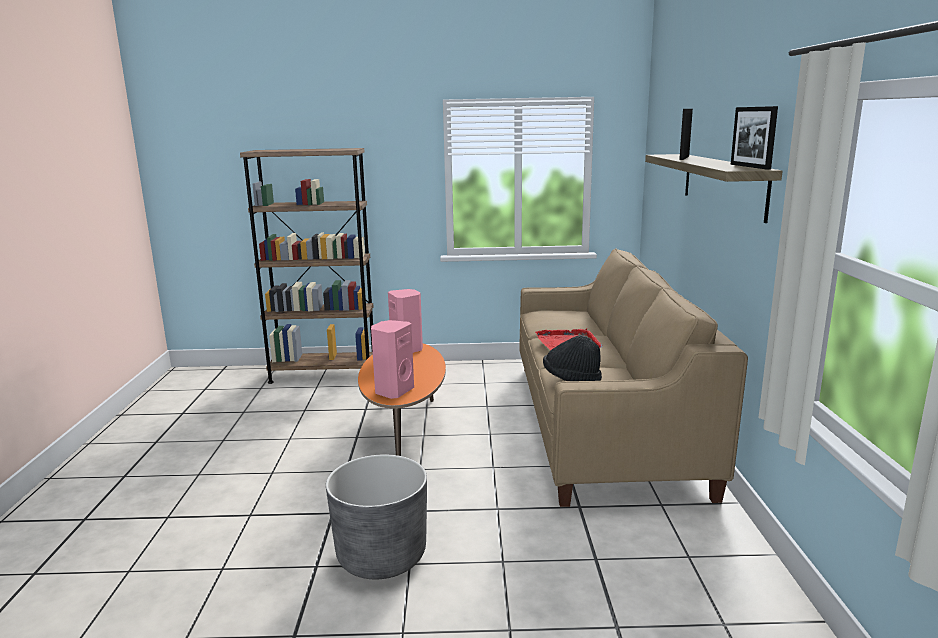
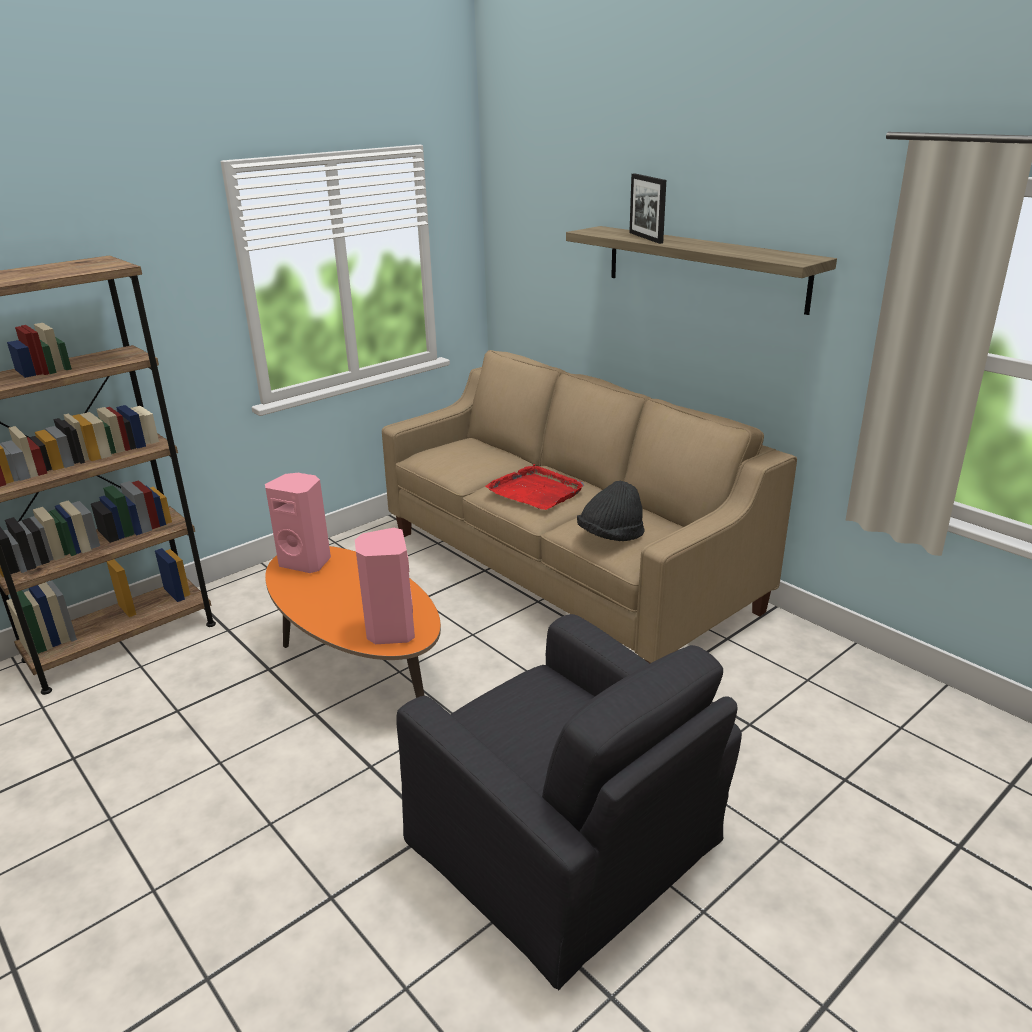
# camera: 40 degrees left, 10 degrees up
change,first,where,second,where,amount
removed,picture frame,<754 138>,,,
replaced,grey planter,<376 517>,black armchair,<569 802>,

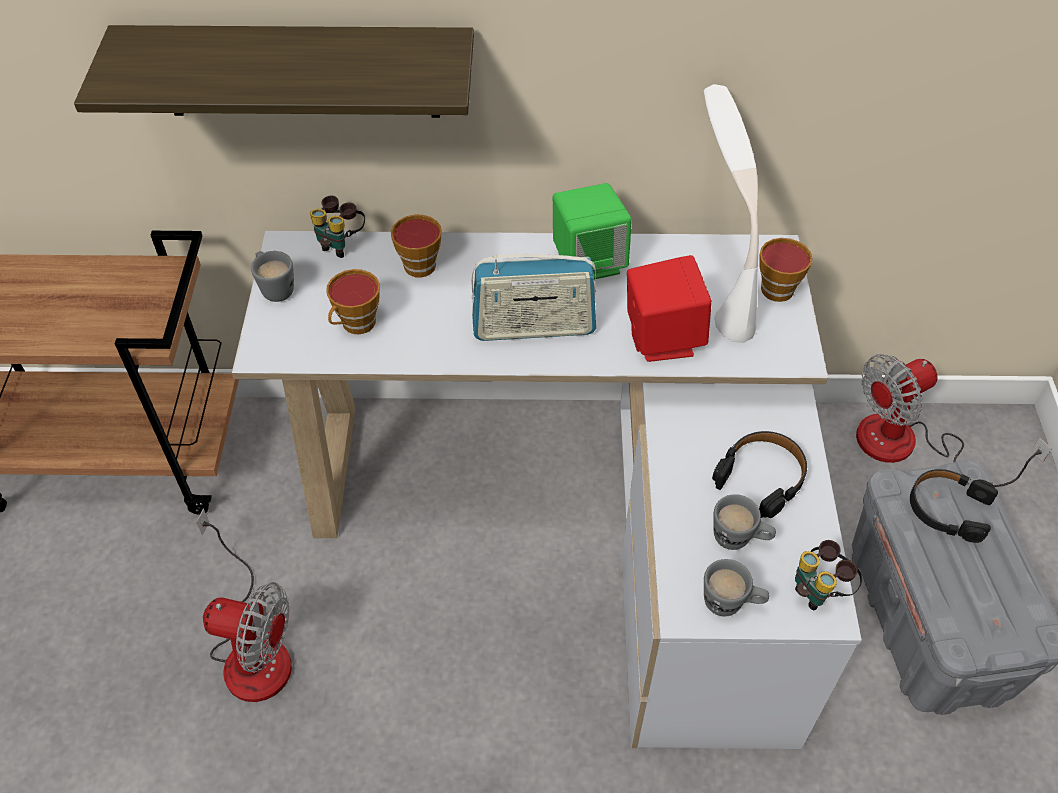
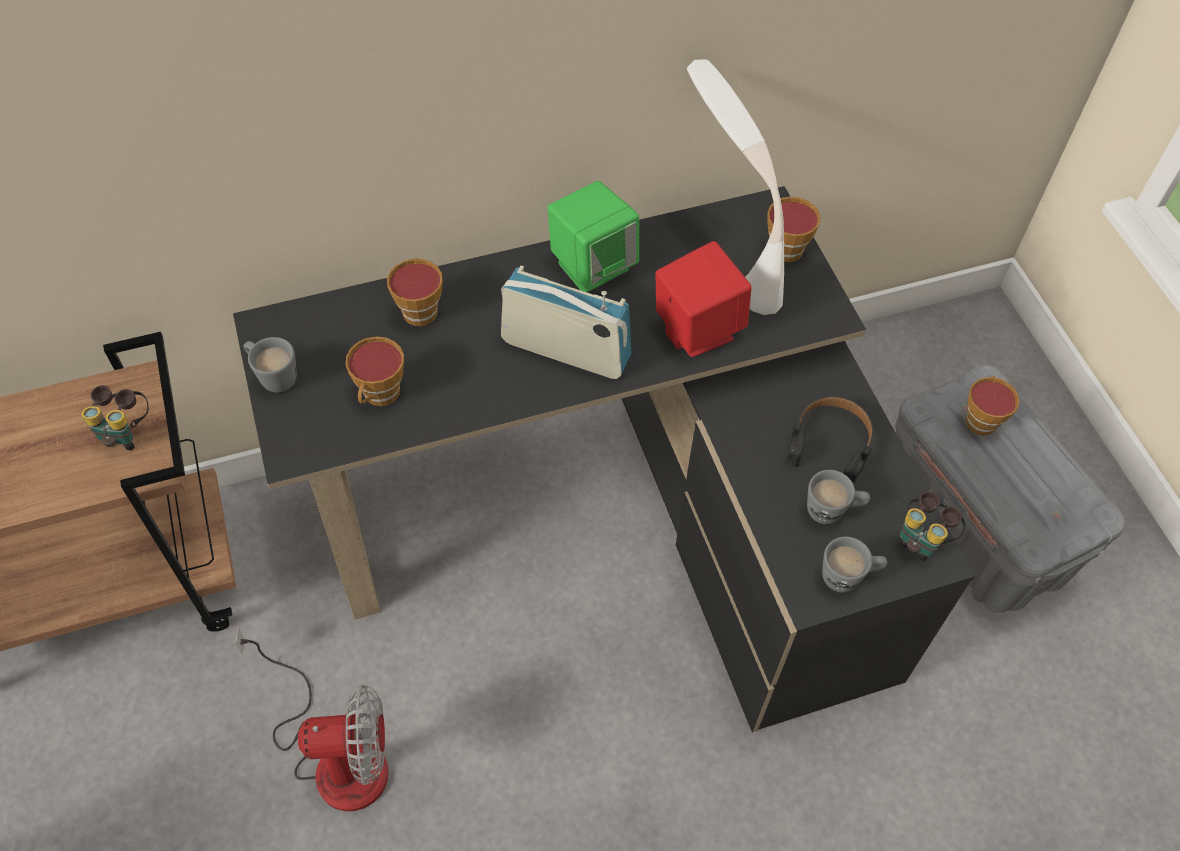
# camera: 20 degrees left, 5 degrees up
change,first,where,second,where,amount
removed,shelf,<274 71>,,,
moved,binoculars,<337 227>,,<115 417>,
recoloured,white desk,<547 490>,black desk,<604 459>,
turned,radio,<533 297>,,<566 322>,135 degrees counterclockwise
removed,fan,<954 420>,,,
replaced,black headphones,<954 506>,cup,<992 405>,

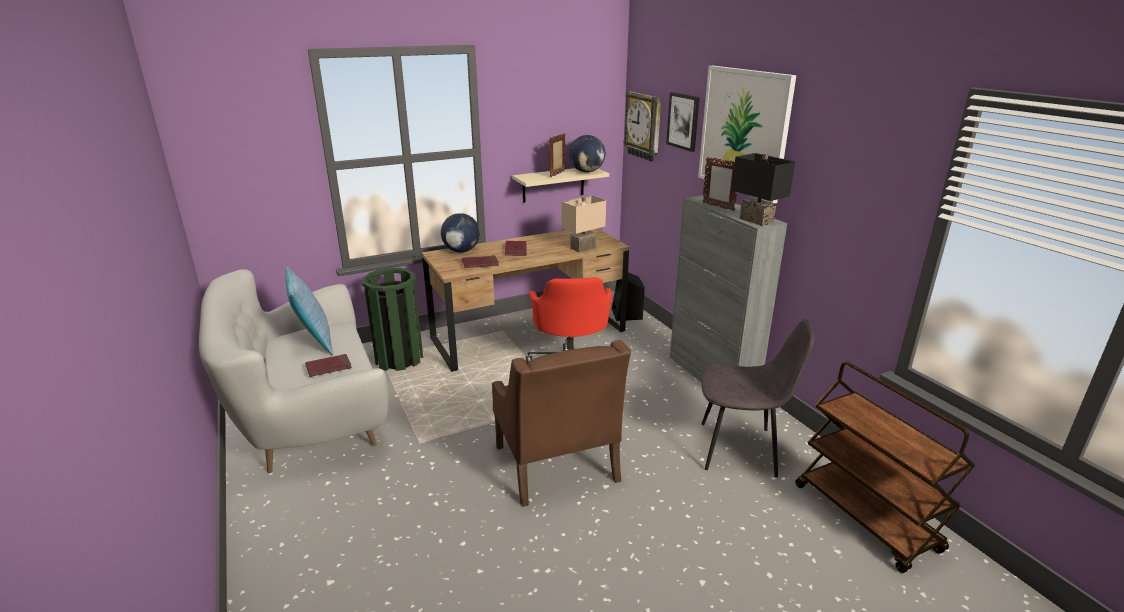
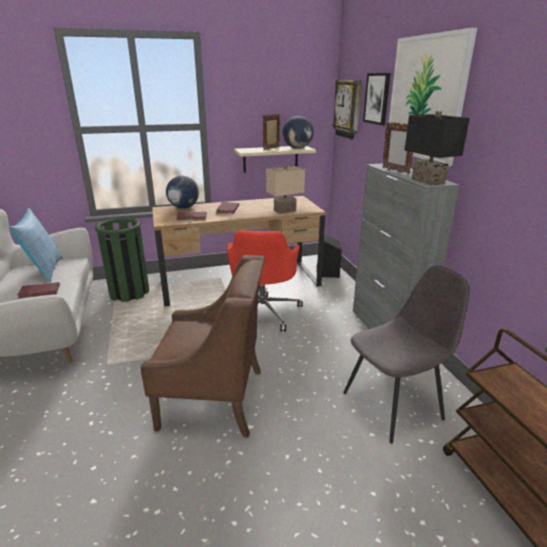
# camera: 10 degrees right, 0 degrees up
change,first,where,second,where,amount
turned,grey chair,<757 398>,,<406 354>,45 degrees counterclockwise
turned,brown armchair,<561 423>,,<203 346>,75 degrees counterclockwise

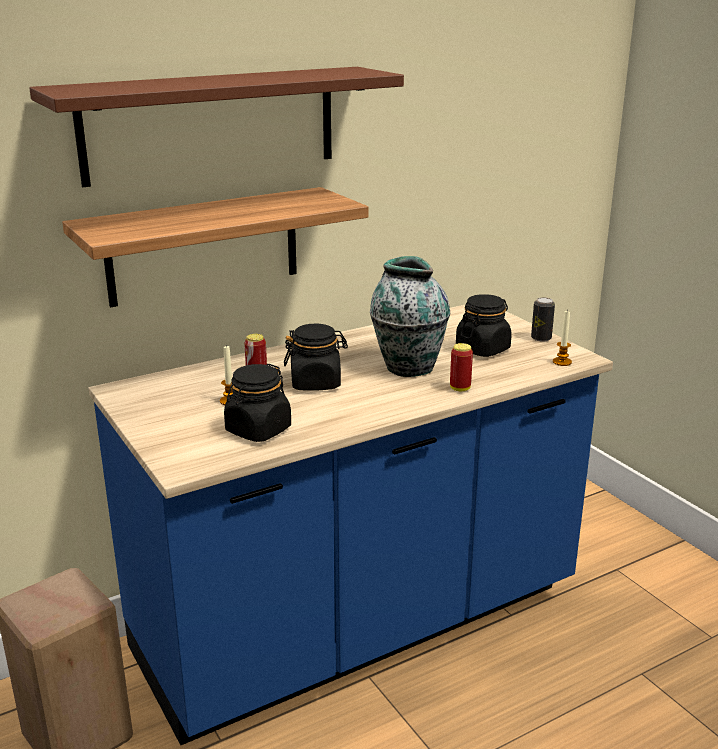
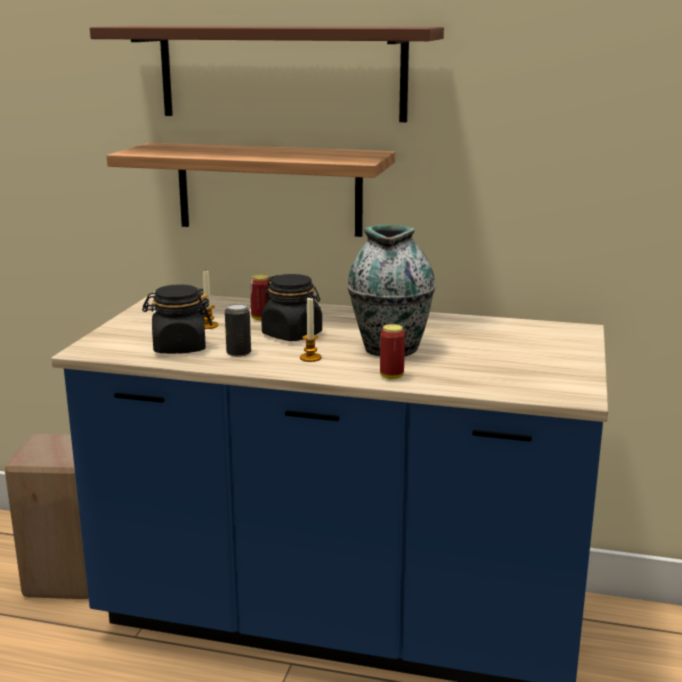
# camera: 45 degrees right, 5 degrees down
change,first,where,second,where,amount
removed,black jar,<484 325>,,,
moved,can,<543 319>,,<238 330>,
moved,candle,<562 338>,,<310 330>,

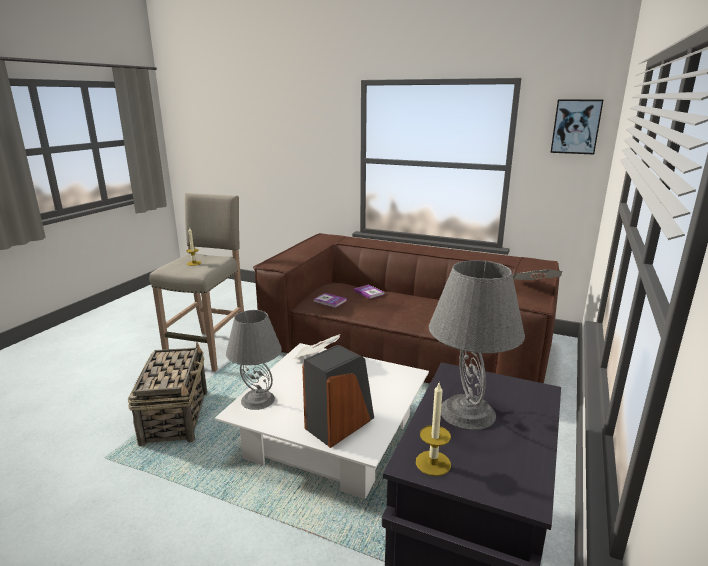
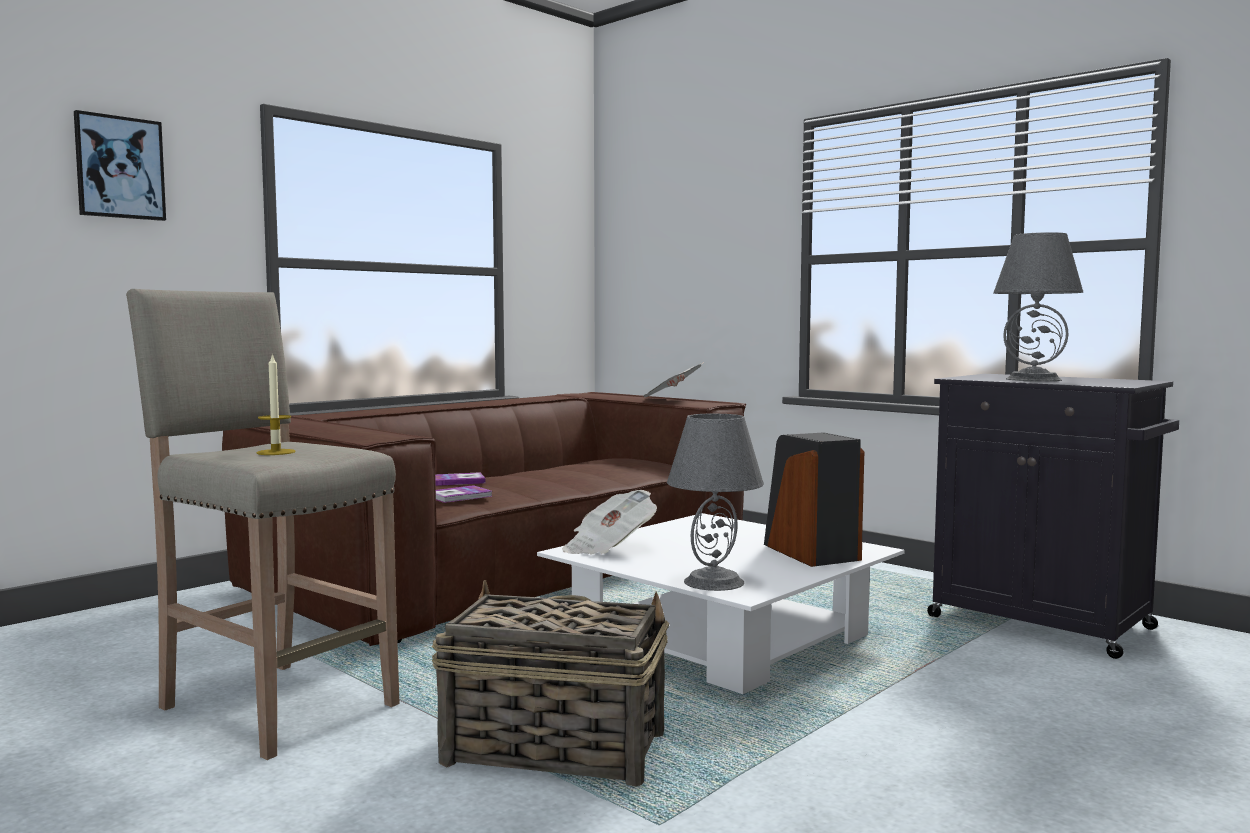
# camera: 70 degrees left, 15 degrees down
change,first,where,second,where,amount
moved,picture,<576 127>,,<120 165>,
removed,candle,<433 428>,,,

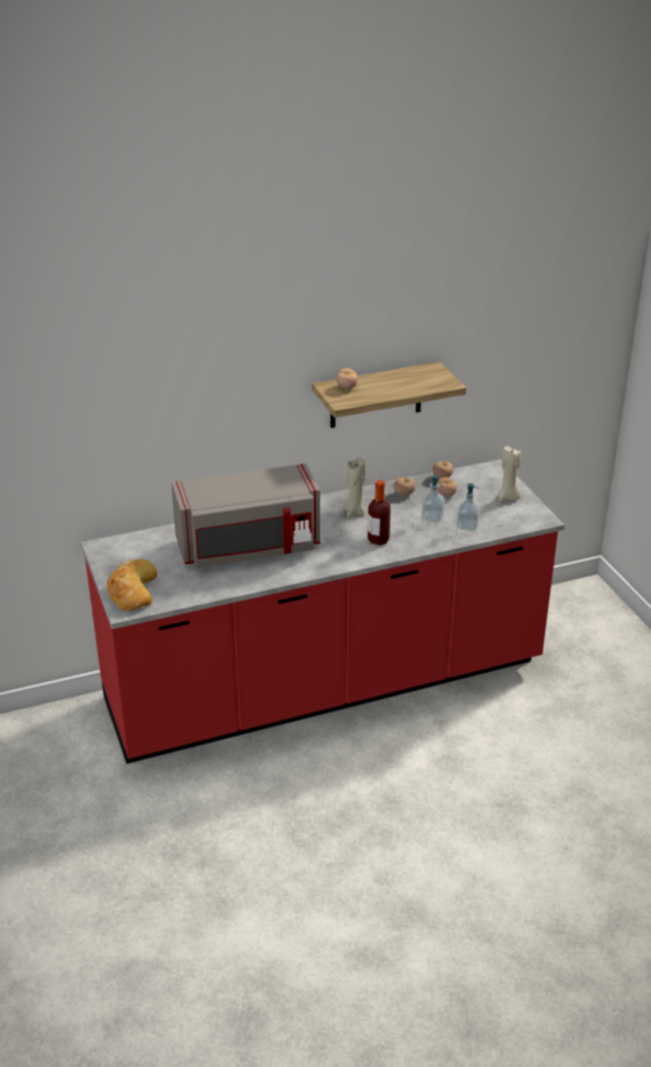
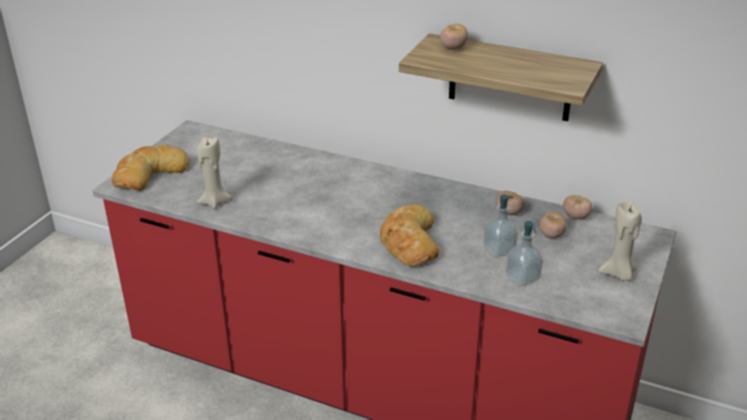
# camera: 45 degrees right, 0 degrees up
change,first,where,second,where,amount
moved,beige candle,<354 487>,,<215 173>,
removed,grey microwave,<245 515>,,,
replaced,bottle,<379 512>,bread,<409 235>,

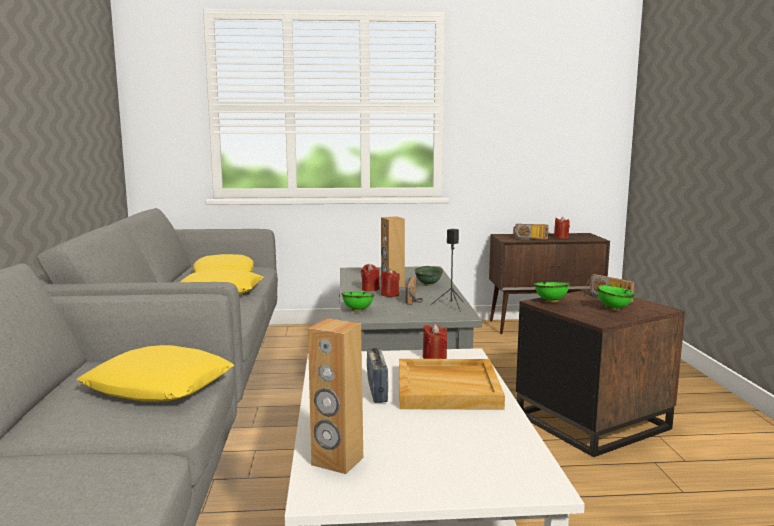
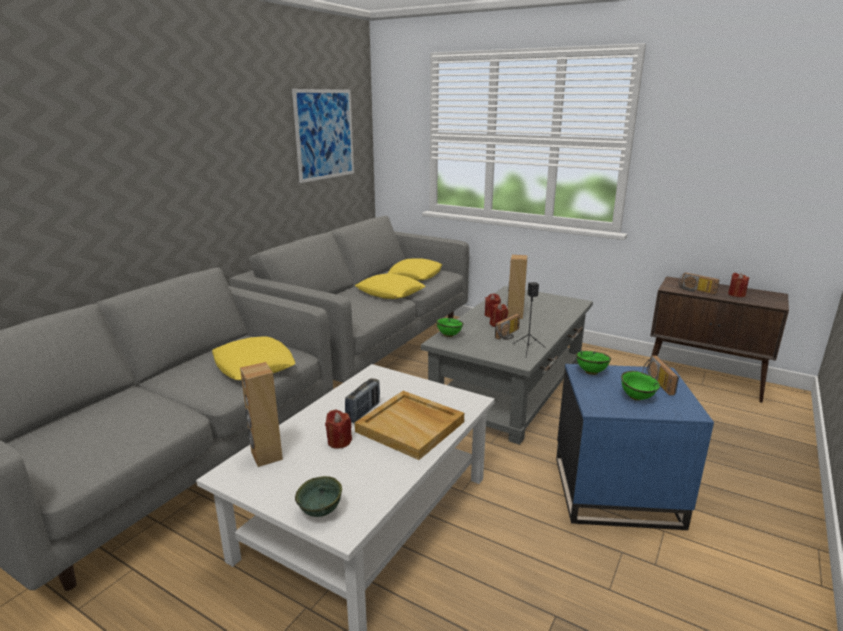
# camera: 35 degrees right, 10 degrees up
change,first,where,second,where,amount
moved,green bowl,<429 276>,,<318 496>,
recoloured,brown side table,<600 373>,blue side table,<635 447>,
moved,red candle,<434 341>,,<338 429>,
added,,,picture,<323 136>,

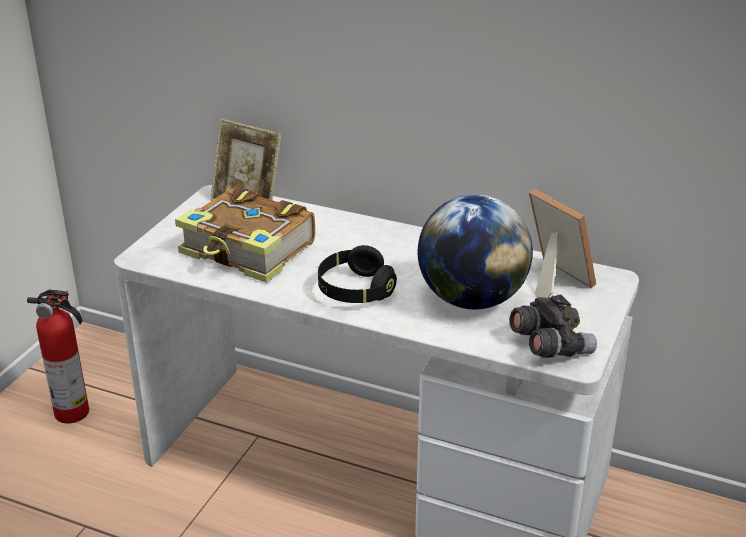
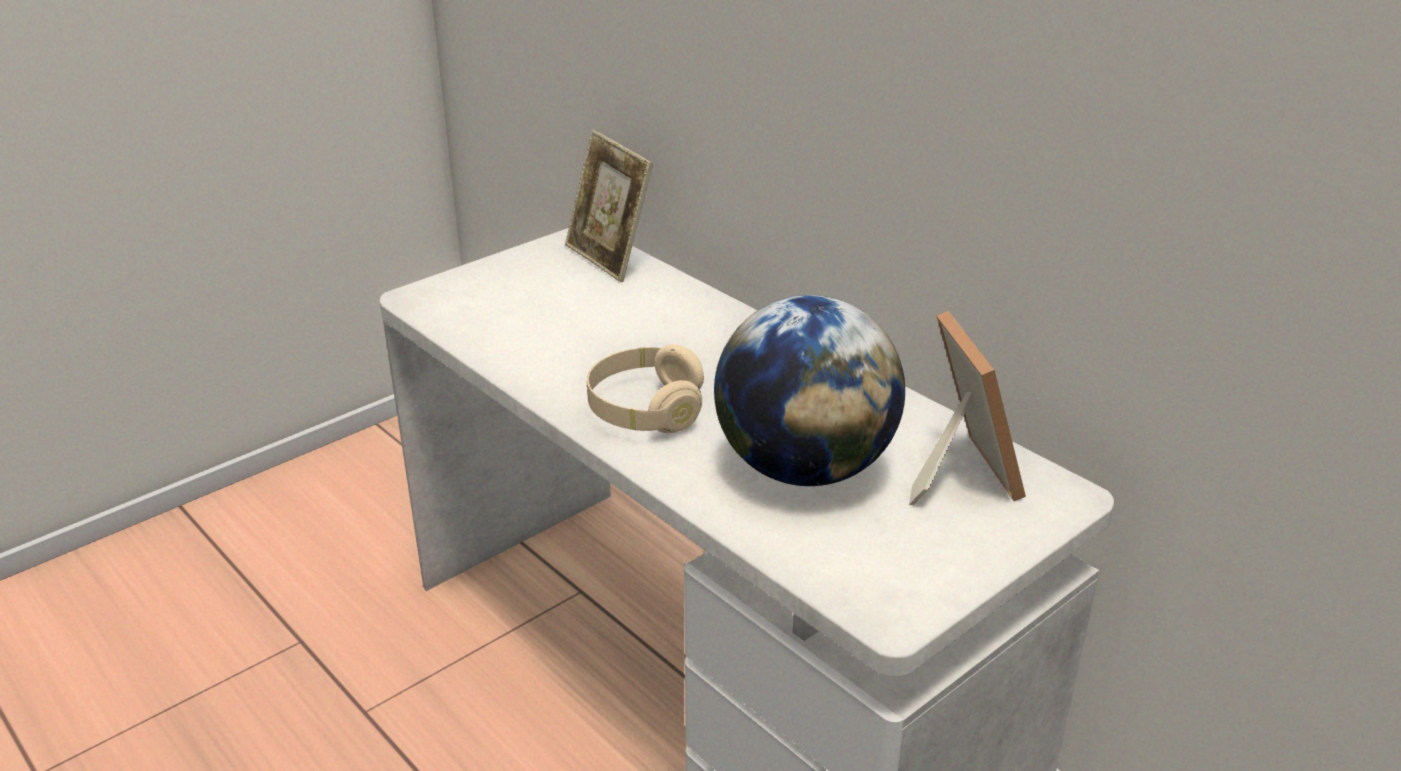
# camera: 25 degrees right, 0 degrees up
change,first,where,second,where,amount
removed,book,<245 235>,,,
recoloured,black headphones,<357 274>,beige headphones,<645 388>,
removed,fire extinguisher,<58 356>,,,
removed,grey binoculars,<553 326>,,,

